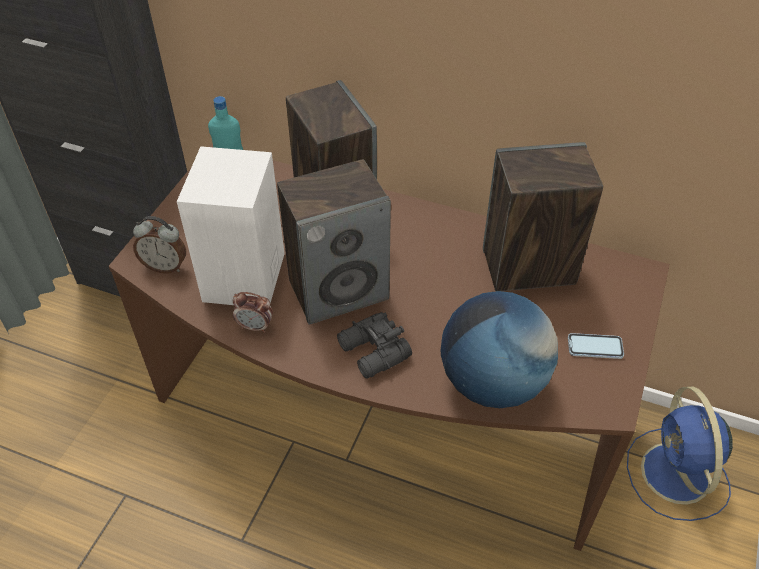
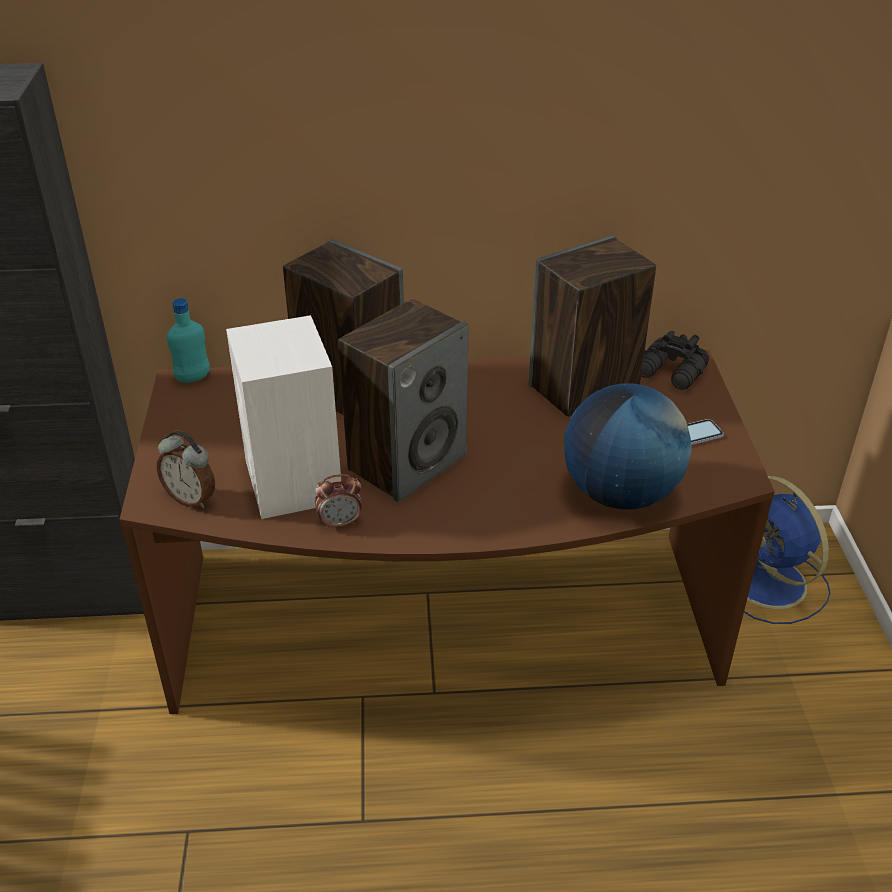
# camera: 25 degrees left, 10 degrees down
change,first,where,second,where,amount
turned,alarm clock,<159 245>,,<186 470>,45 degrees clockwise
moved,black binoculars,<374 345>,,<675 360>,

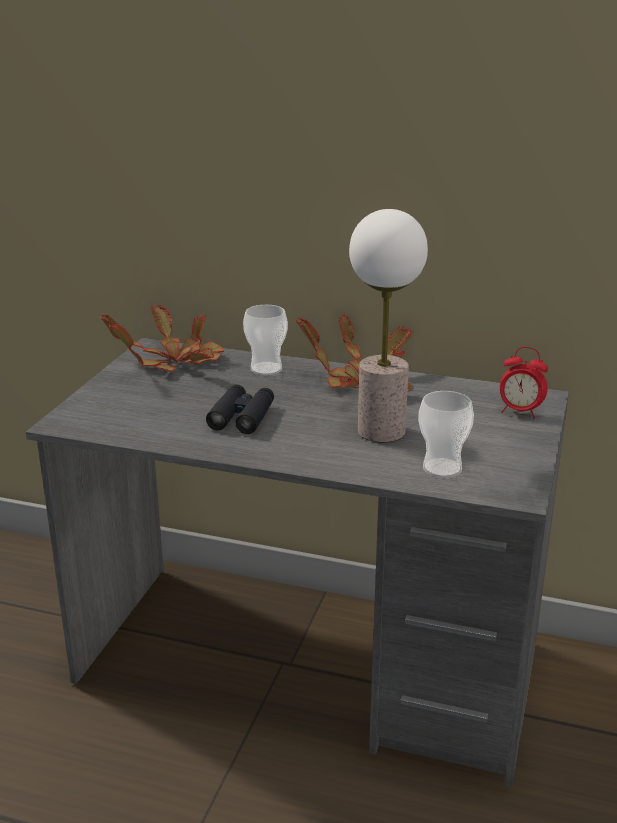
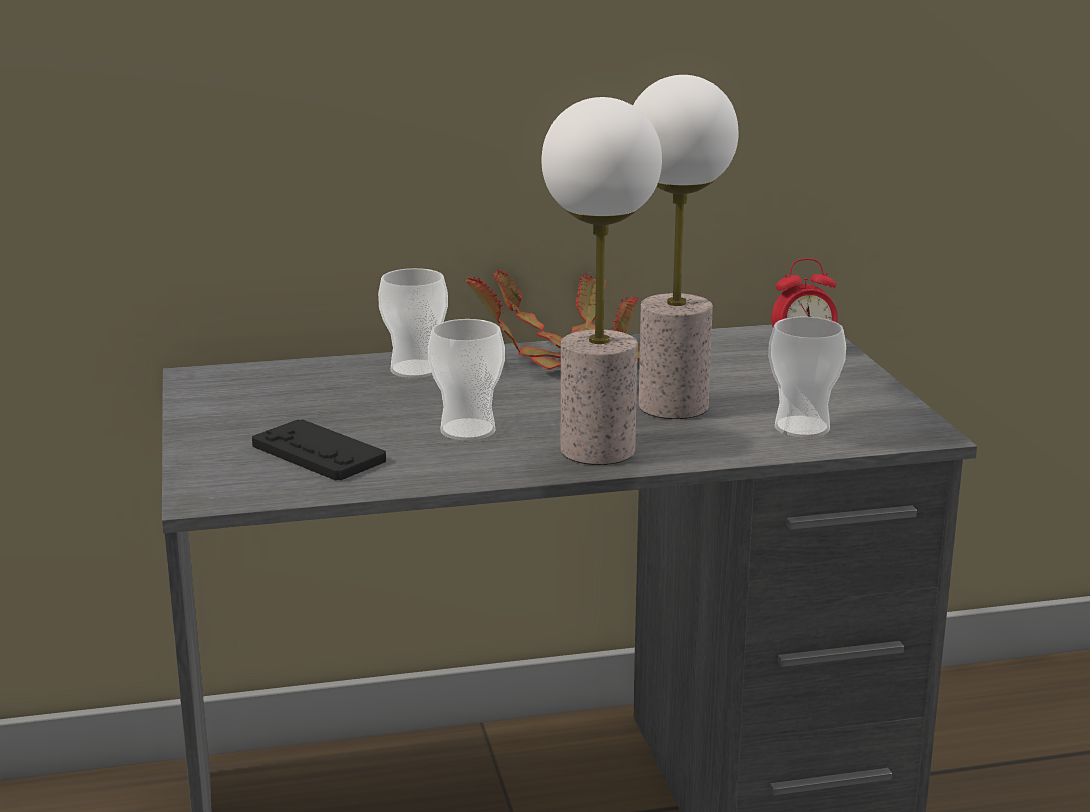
# camera: 30 degrees left, 5 degrees down
change,first,where,second,where,amount
removed,potted plant,<162 338>,,,
replaced,black binoculars,<240 409>,cup,<466 380>,
added,,,table lamp,<601 281>,
added,,,black game controller,<319 450>,

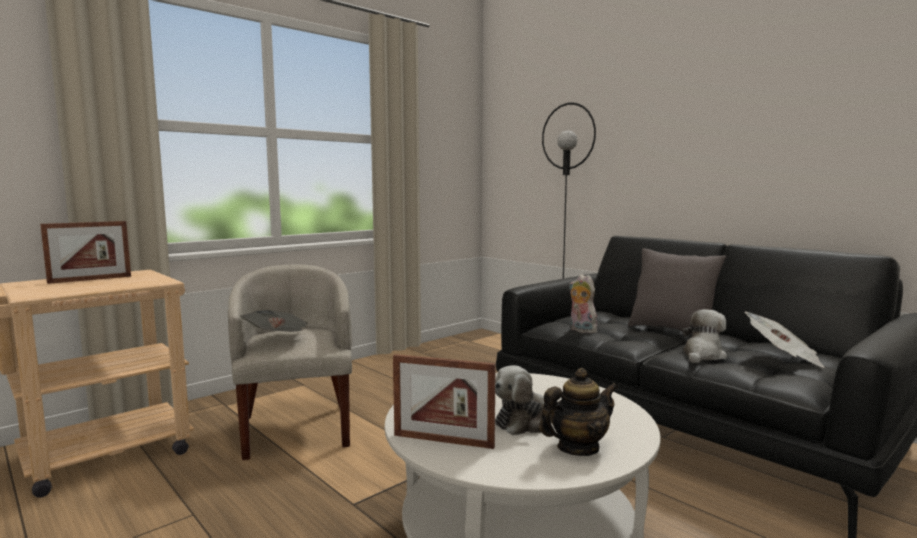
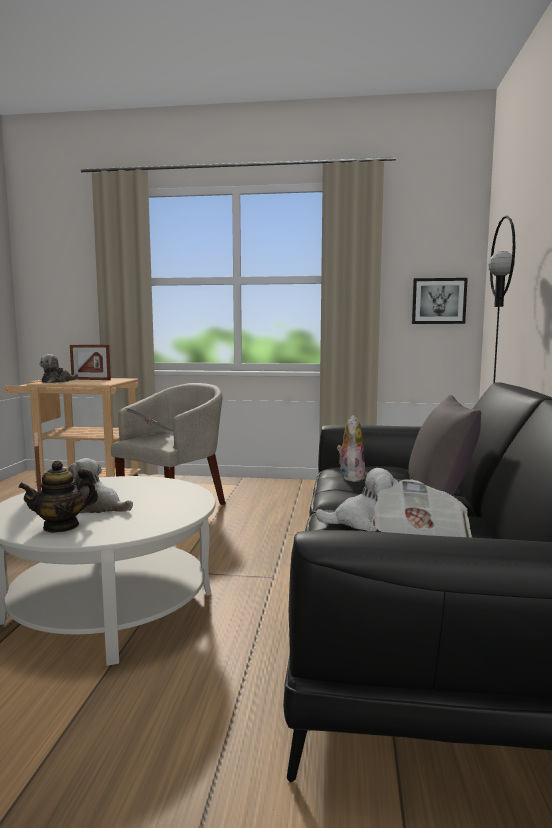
# camera: 50 degrees right, 0 degrees up
change,first,where,second,where,amount
turned,teapot,<578 412>,,<58 496>,120 degrees clockwise
added,,,picture,<440 301>,
added,,,plush toy,<58 368>,

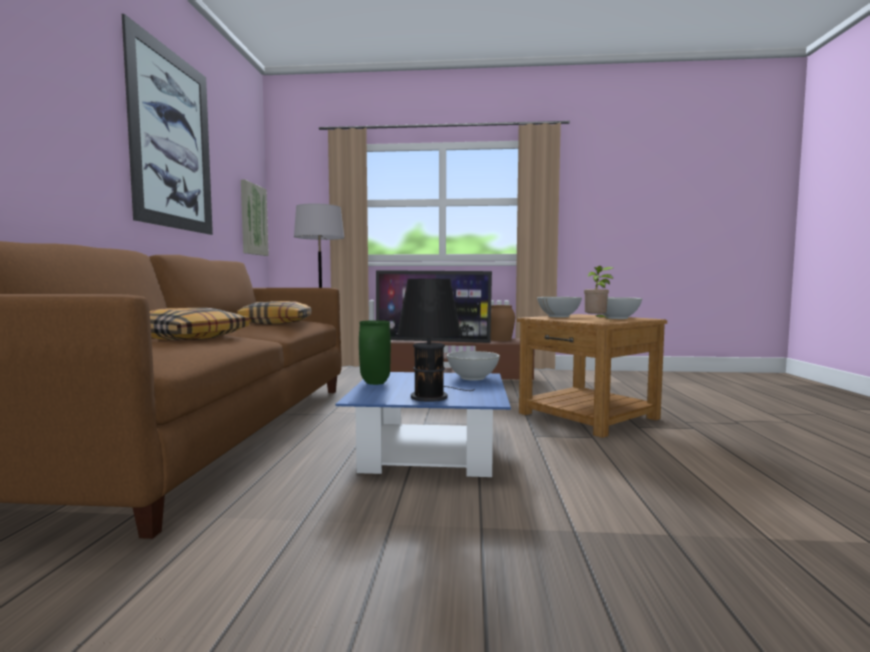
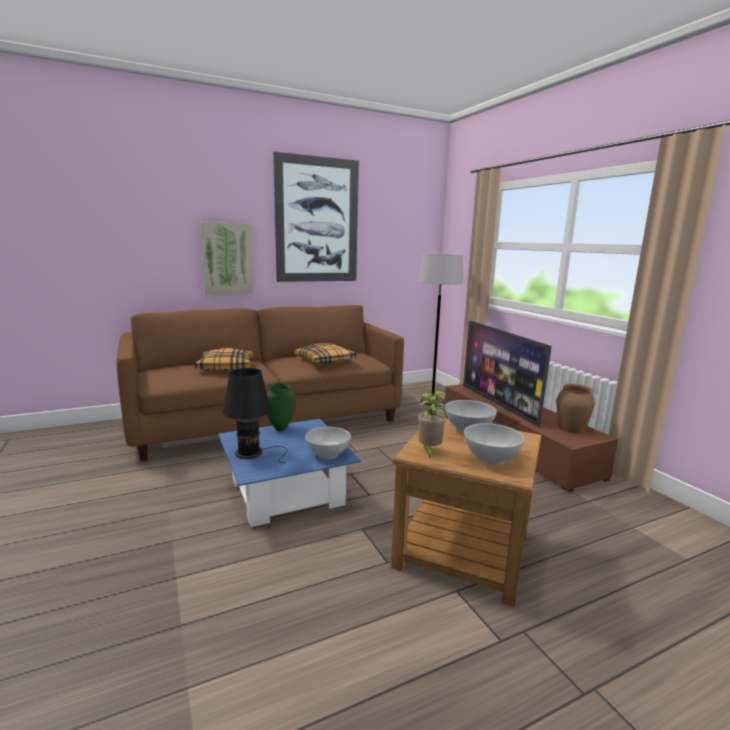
# camera: 60 degrees right, 10 degrees up
change,first,where,second,where,amount
moved,picture,<255 217>,,<226 258>,

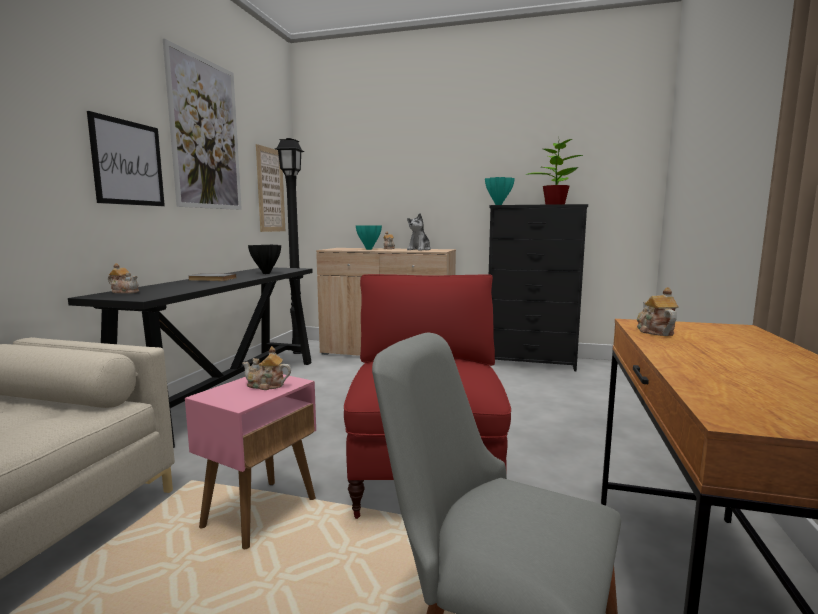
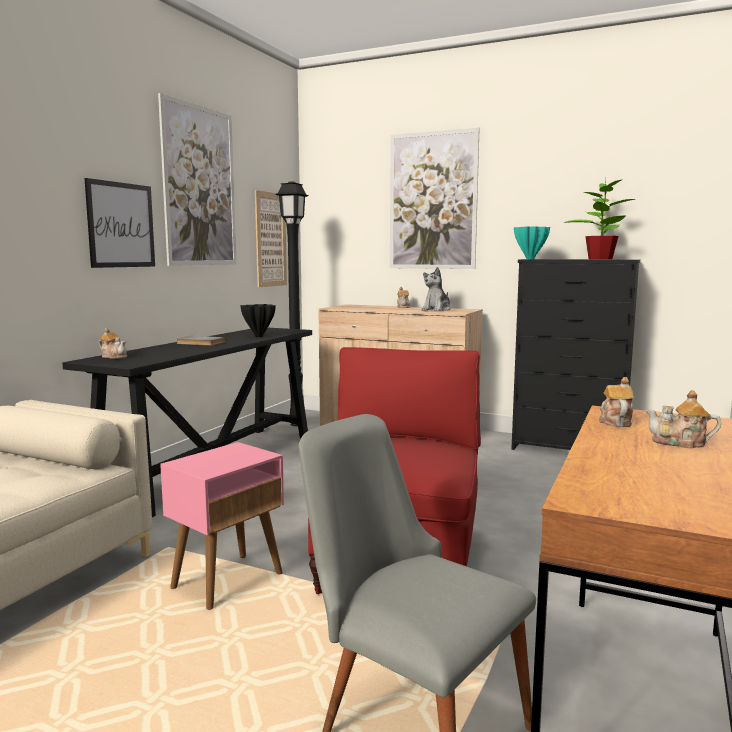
# camera: 10 degrees right, 0 degrees up
change,first,where,second,where,amount
removed,turquoise vase,<369 237>,,,
moved,teapot,<266 368>,,<683 419>,
added,,,picture,<435 198>,

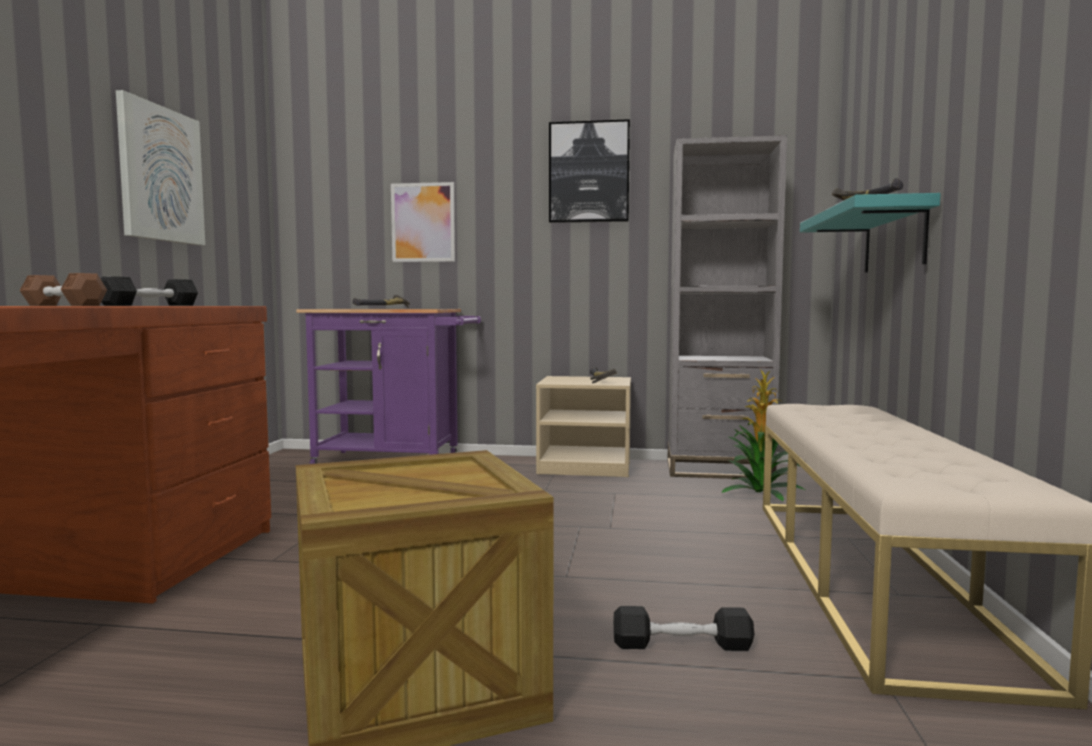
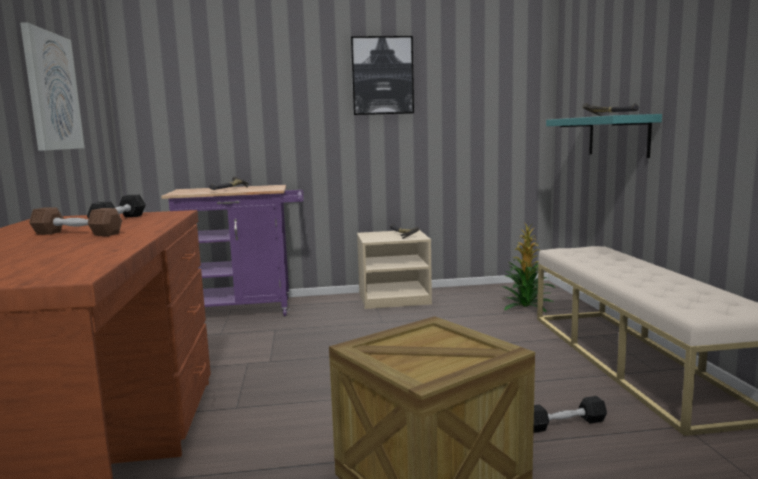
# camera: 15 degrees left, 5 degrees up
change,first,where,second,where,amount
removed,grey bookcase,<727 307>,,,
removed,picture,<423 222>,,,

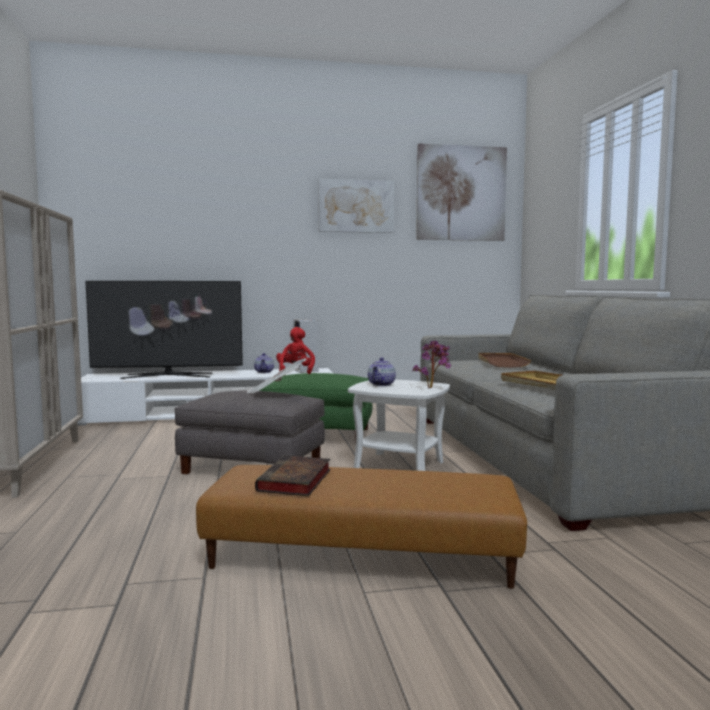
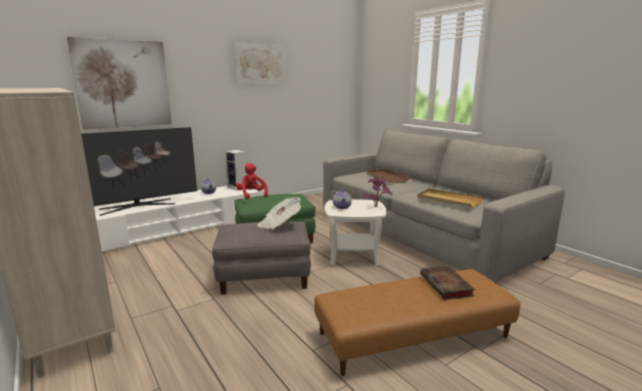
# camera: 25 degrees left, 10 degrees up
change,first,where,second,where,amount
moved,picture,<461 192>,,<119 83>,
moved,book,<293 475>,,<447 283>,

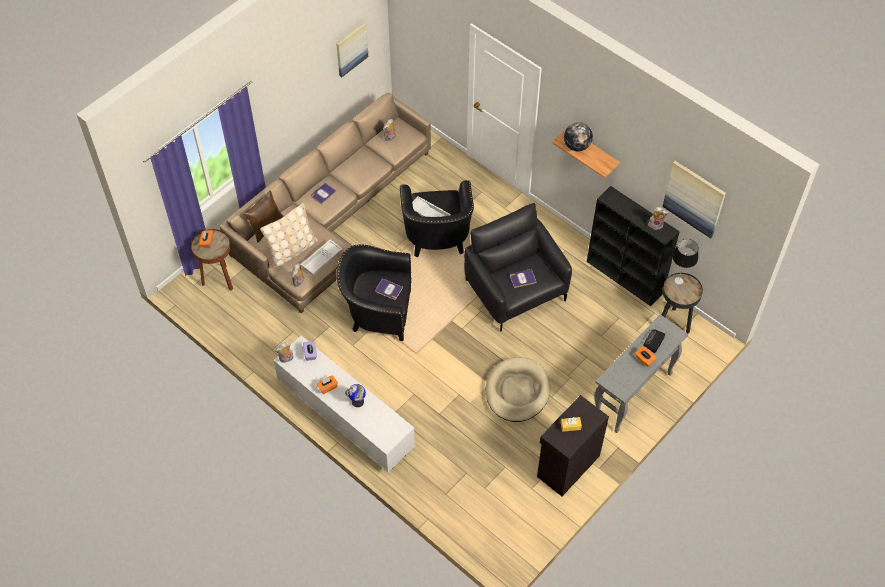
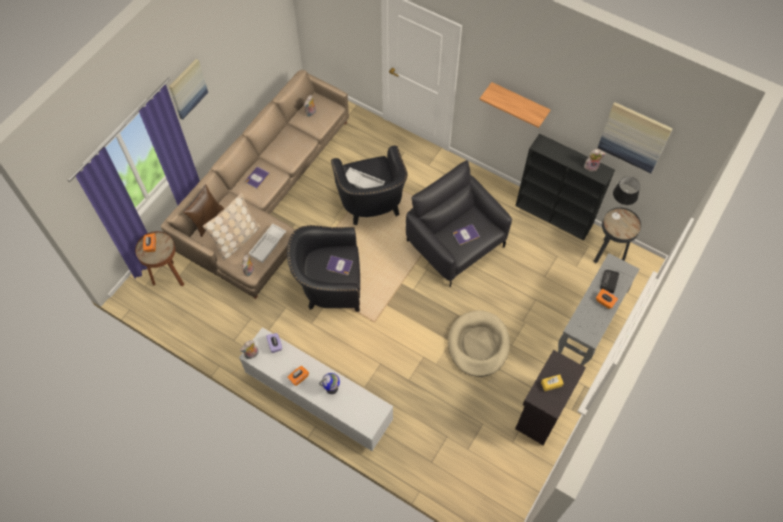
# camera: 10 degrees left, 5 degrees up
change,first,where,second,where,amount
moved,picture,<352 50>,,<188 89>,
removed,globe,<578 136>,,,

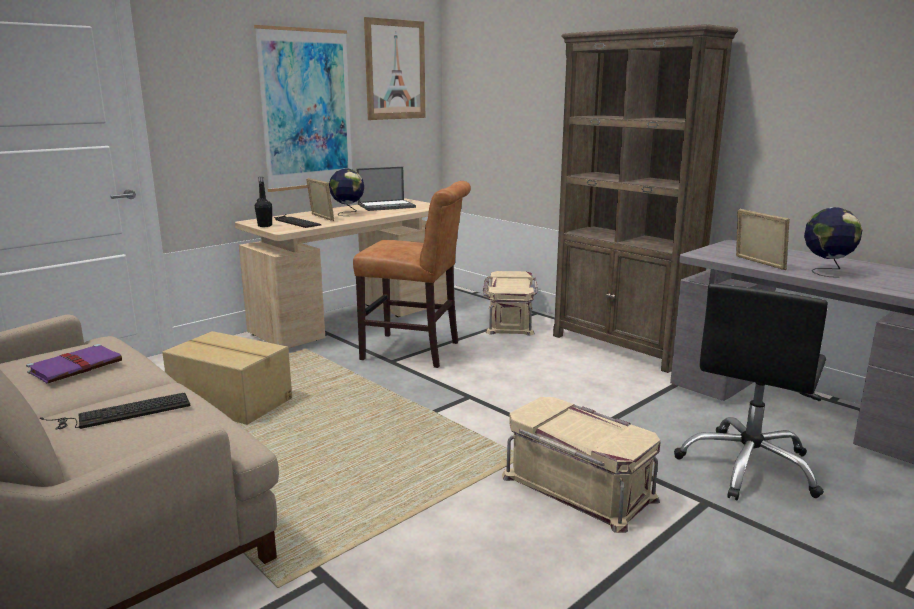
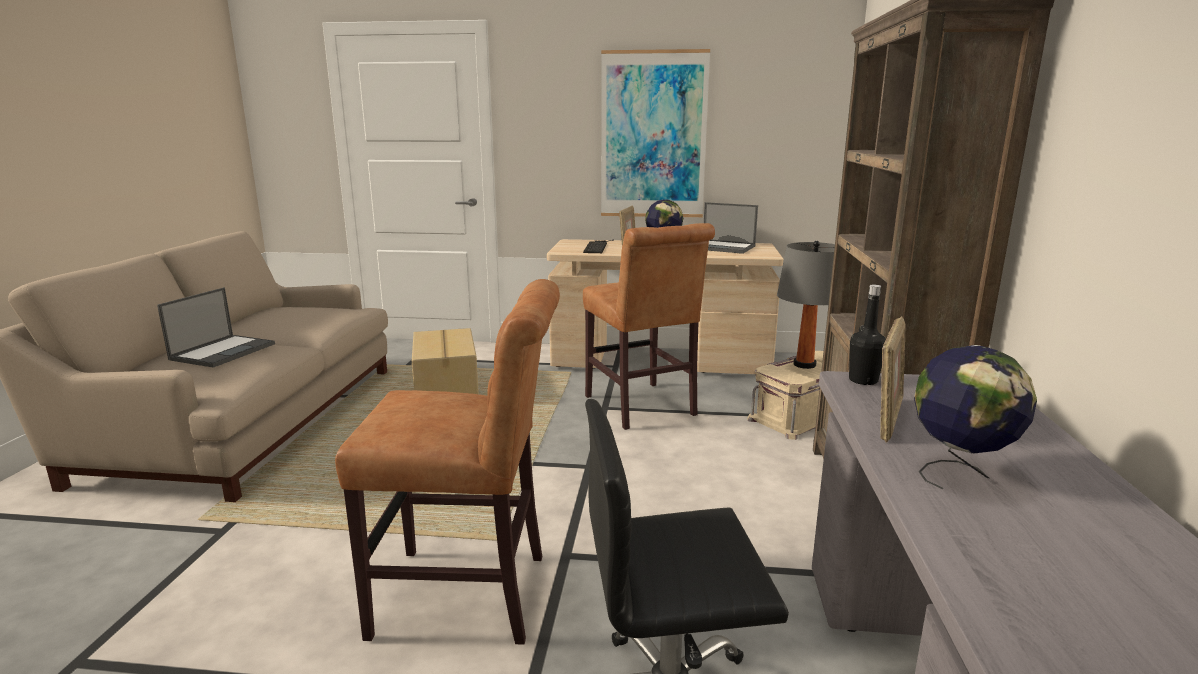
# camera: 50 degrees right, 0 degrees up
change,first,where,second,where,amount
removed,picture,<394 68>,,,
moved,black bottle,<263 202>,,<867 334>,
removed,purple book,<74 363>,,,
replaced,keyboard,<115 411>,laptop,<216 327>,
replaced,beige storage box,<581 465>,brown chair,<447 462>,
added,,,grey table lamp,<806 305>,

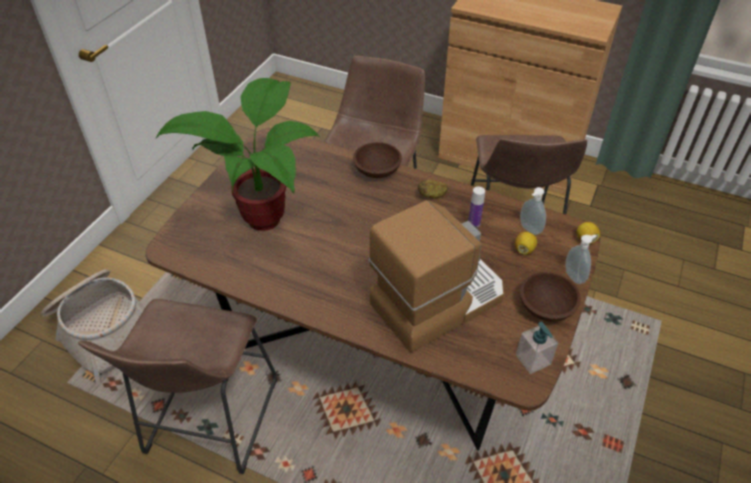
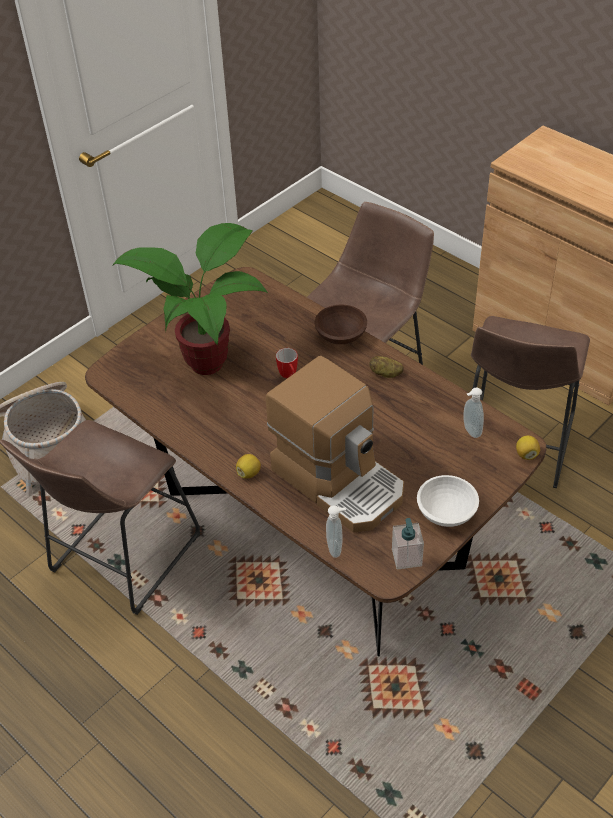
# camera: 20 degrees right, 0 degrees up
change,first,where,second,where,amount
removed,bottle,<476 206>,,,
turned,coffee machine,<436 276>,,<335 444>,60 degrees clockwise
moved,lemon,<526 243>,,<248 466>,
moved,soap dispenser,<580 259>,,<336 531>,
recoloured,brown bowl,<550 297>,white bowl,<448 501>,
added,,,mug,<287 363>,

